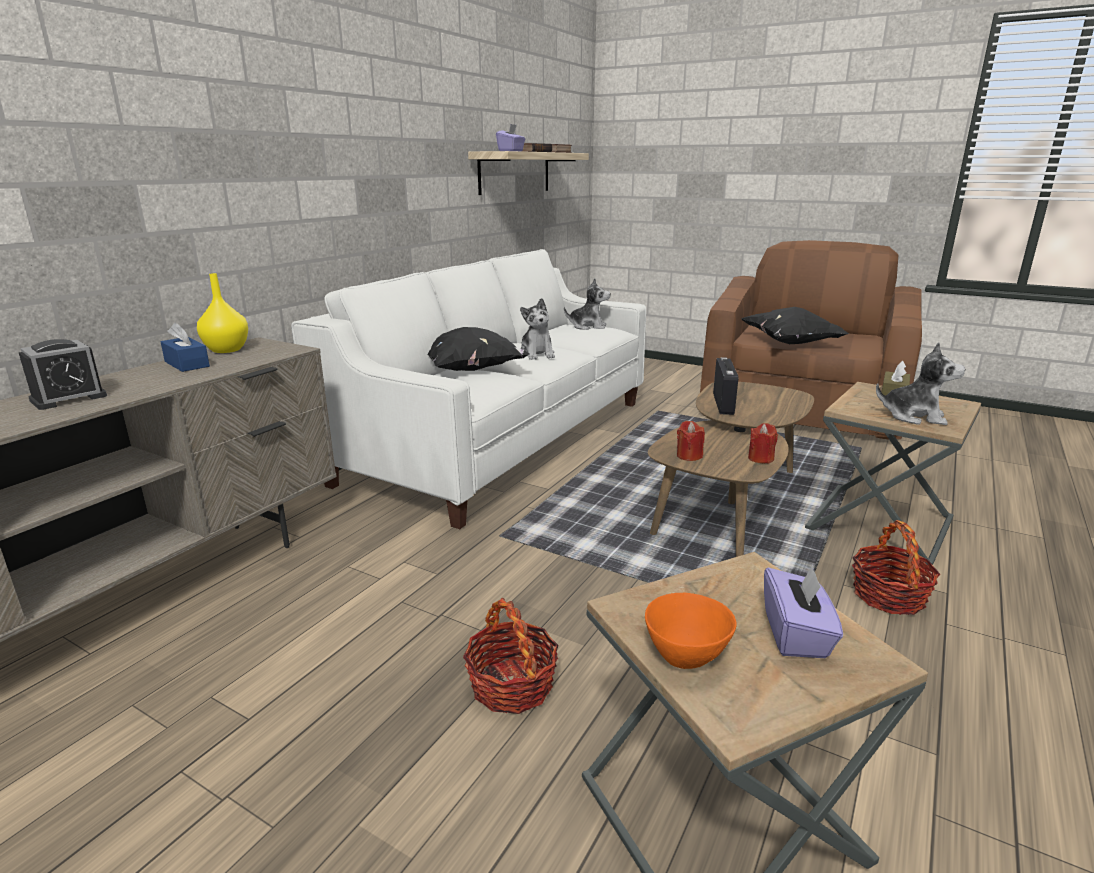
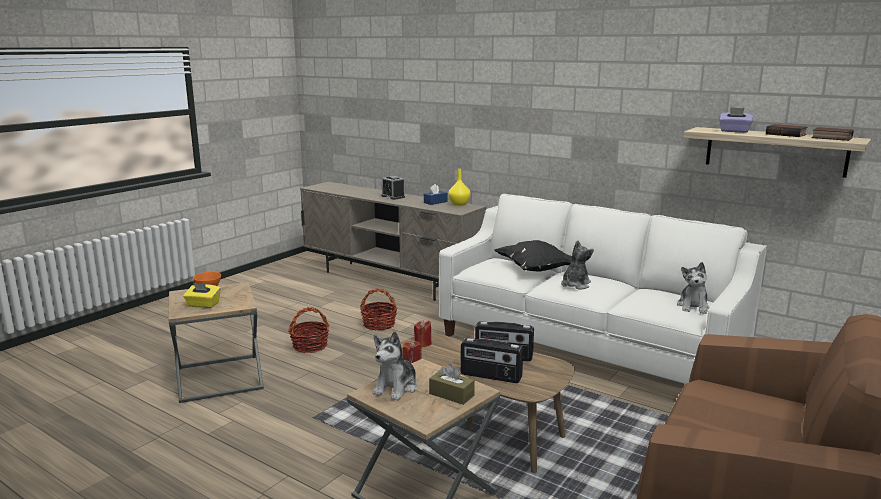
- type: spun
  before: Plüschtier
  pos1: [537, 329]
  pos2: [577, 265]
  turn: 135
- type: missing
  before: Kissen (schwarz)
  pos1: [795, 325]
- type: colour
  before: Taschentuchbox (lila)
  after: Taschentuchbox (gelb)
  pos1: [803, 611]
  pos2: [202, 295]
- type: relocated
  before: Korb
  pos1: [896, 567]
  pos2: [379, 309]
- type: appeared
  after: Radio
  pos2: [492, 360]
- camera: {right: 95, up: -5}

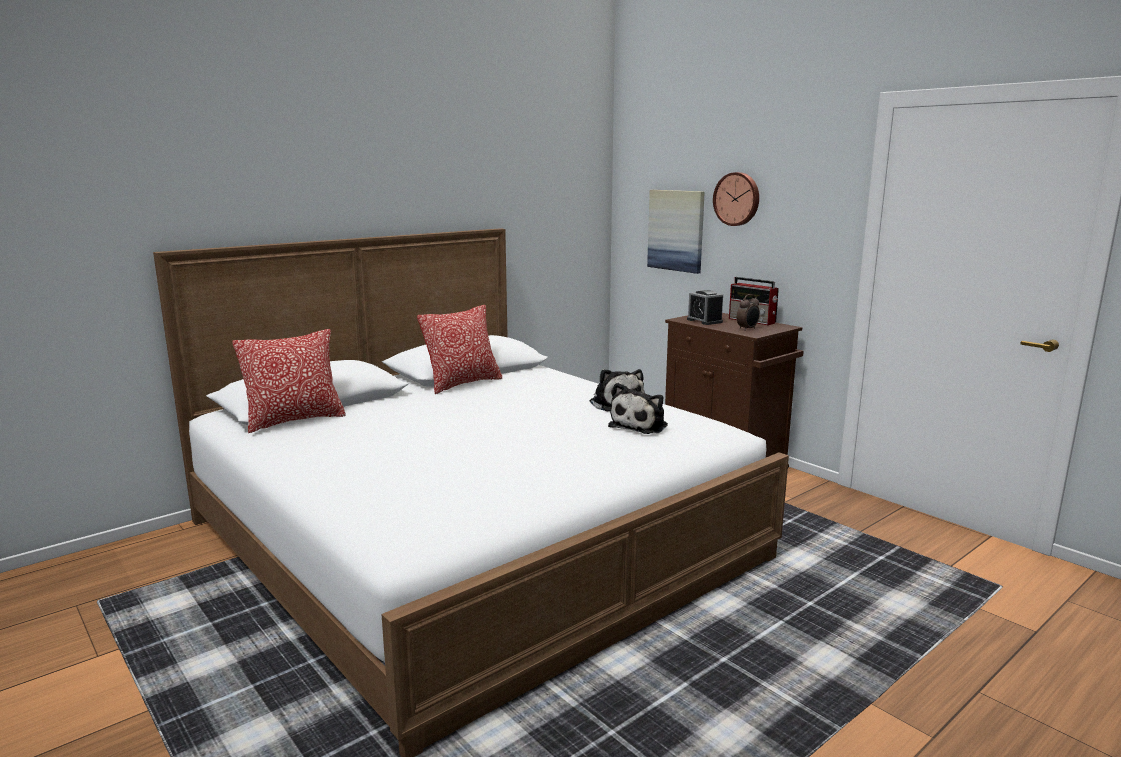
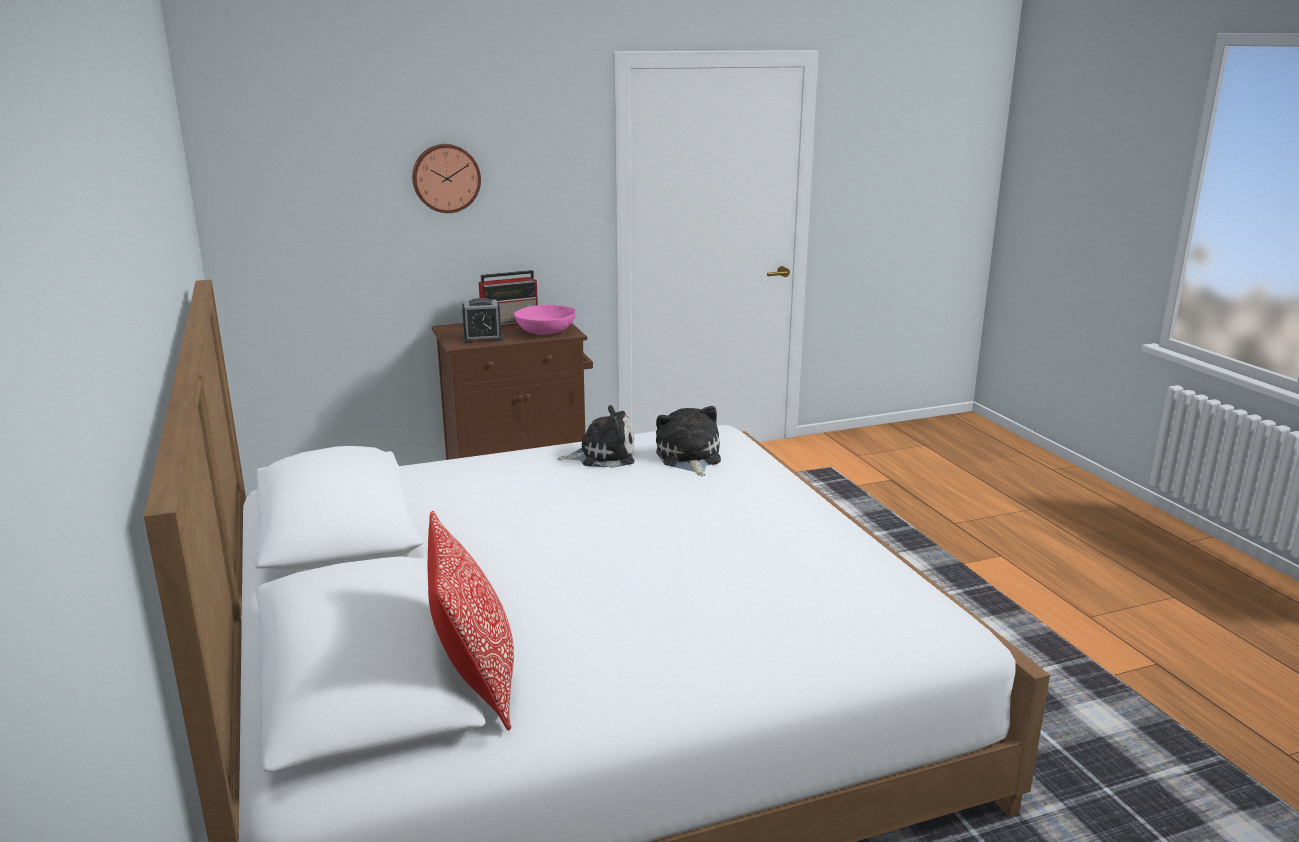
- type: missing
  before: Kissen
  pos1: [459, 349]
- type: spun
  before: Plüschtier
  pos1: [638, 408]
  pos2: [688, 441]
  turn: -150
- type: missing
  before: Bild
  pos1: [676, 232]
- type: exchanged
  before: Wecker
  after: Schüssel (rosa)
  pos1: [748, 312]
  pos2: [545, 319]
- camera: {right: -70, up: 5}

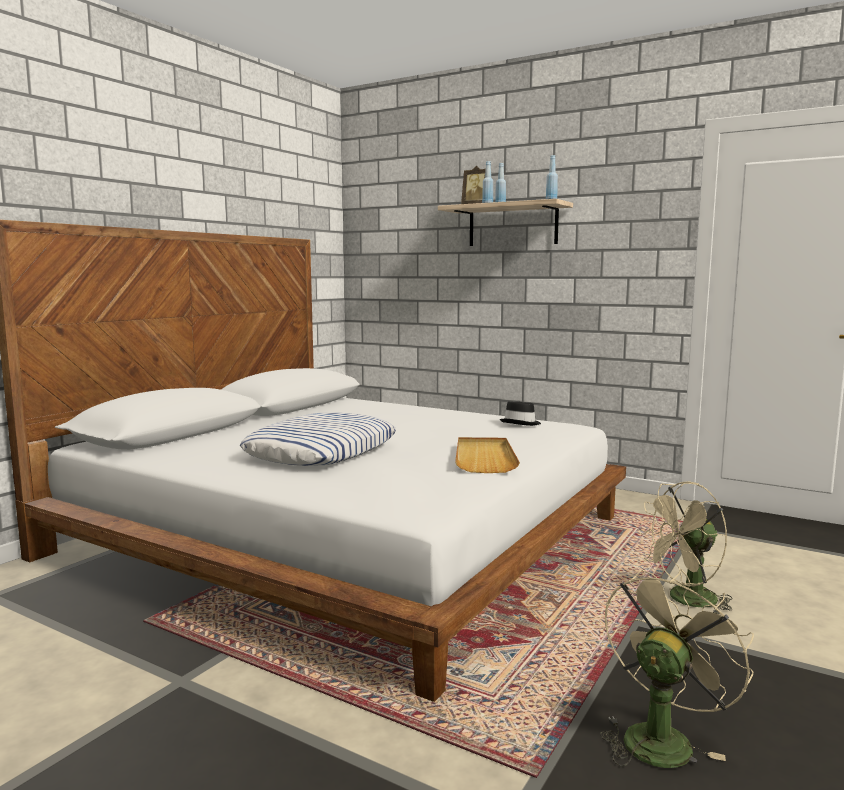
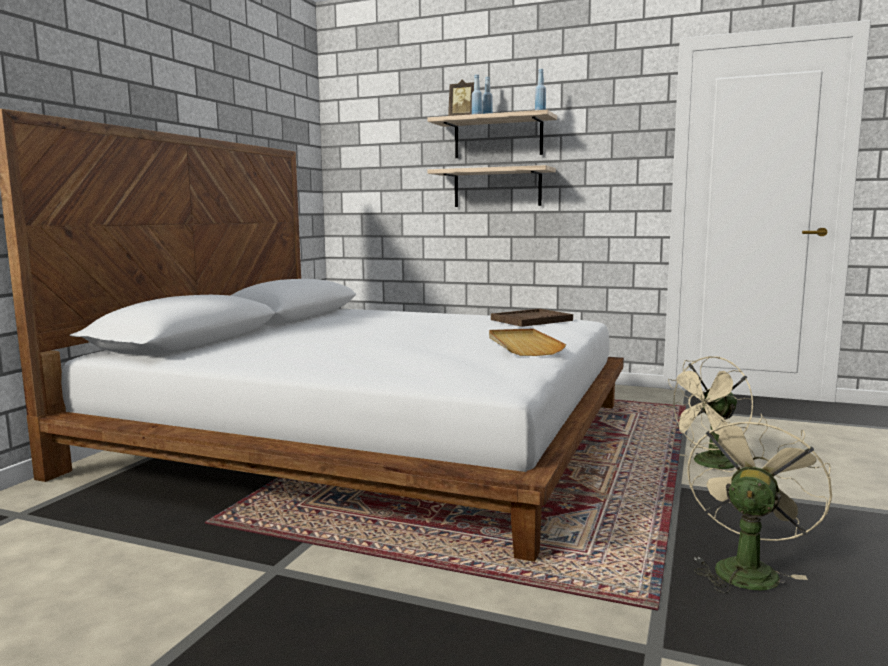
- type: missing
  before: Kissen
  pos1: [318, 439]
- type: exchanged
  before: Hut (schwarz)
  after: Tablett (braun)
  pos1: [520, 414]
  pos2: [532, 318]
- type: appeared
  after: Wandregal
  pos2: [492, 186]
- camera: {right: -10, up: 0}

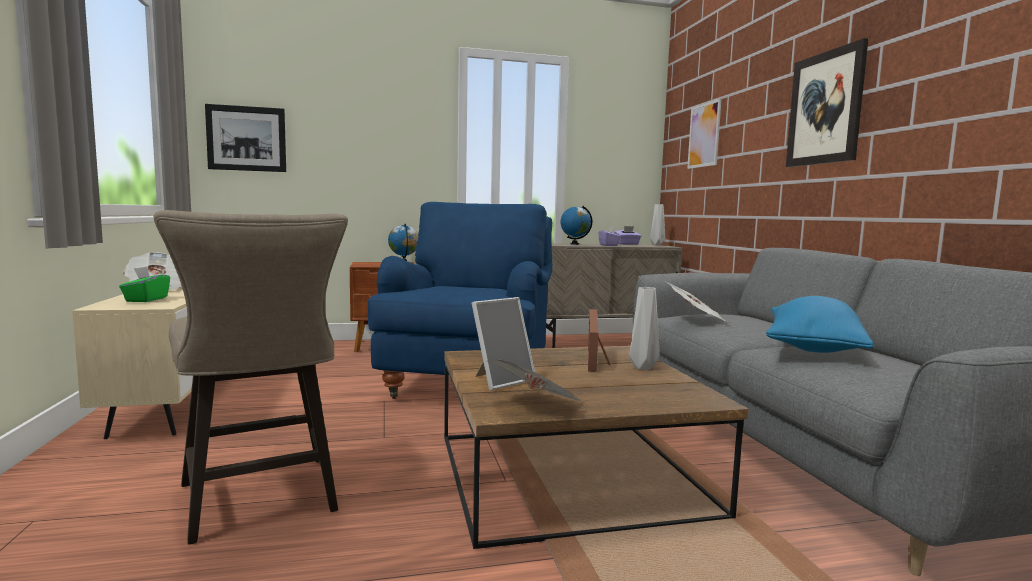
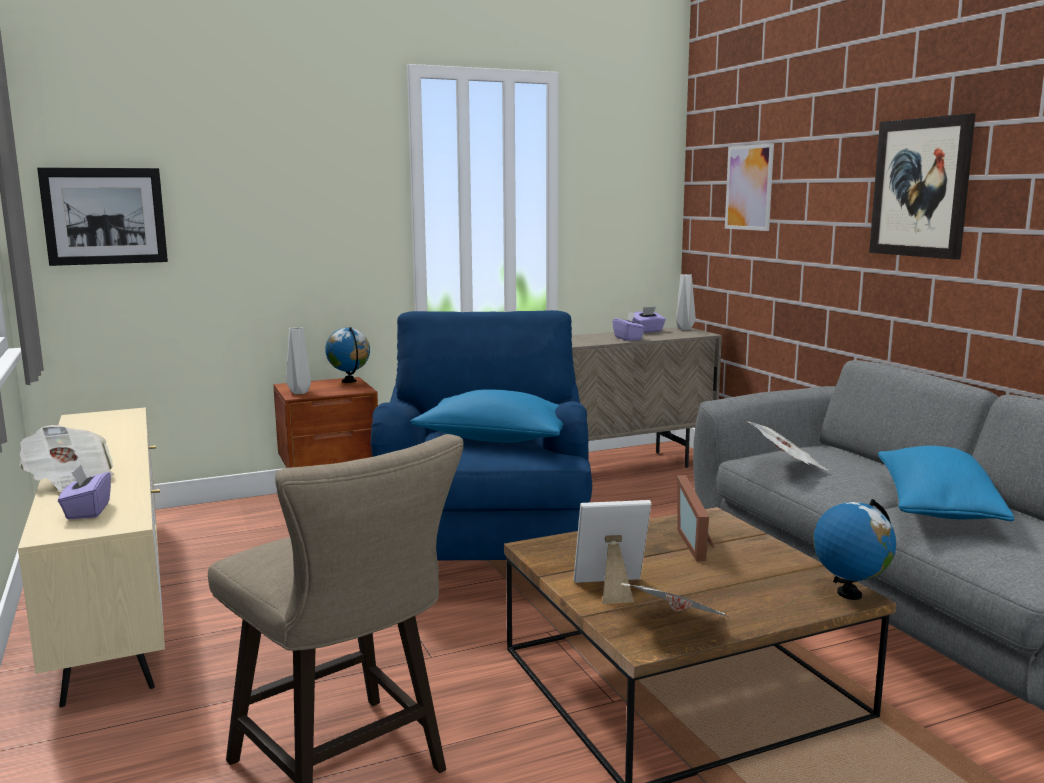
- type: colour
  before: Taschentuchbox (grün)
  after: Taschentuchbox (lila)
  pos1: [144, 284]
  pos2: [84, 492]
- type: spun
  before: Bilderrahmen
  pos1: [503, 344]
  pos2: [612, 552]
  turn: -135
- type: relocated
  before: Globus
  pos1: [576, 225]
  pos2: [854, 549]
- type: relocated
  before: Vase (grau)
  pos1: [645, 328]
  pos2: [298, 360]
- type: appeared
  after: Kissen (blau)
  pos2: [486, 416]
- camera: {right: -10, up: 5}

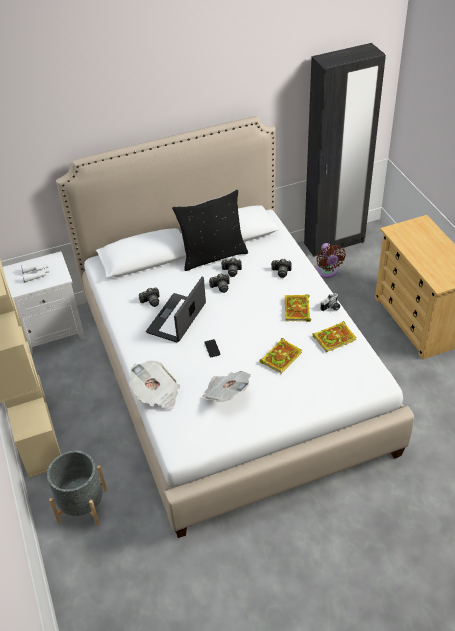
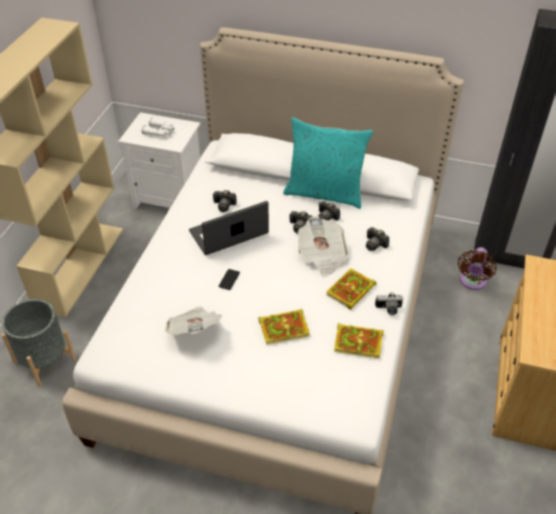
- type: relocated
  before: Zeitung
  pos1: [154, 385]
  pos2: [323, 246]
- type: colour
  before: Kissen (schwarz)
  after: Kissen (türkis)
  pos1: [210, 230]
  pos2: [328, 163]
- camera: {right: 35, up: 0}

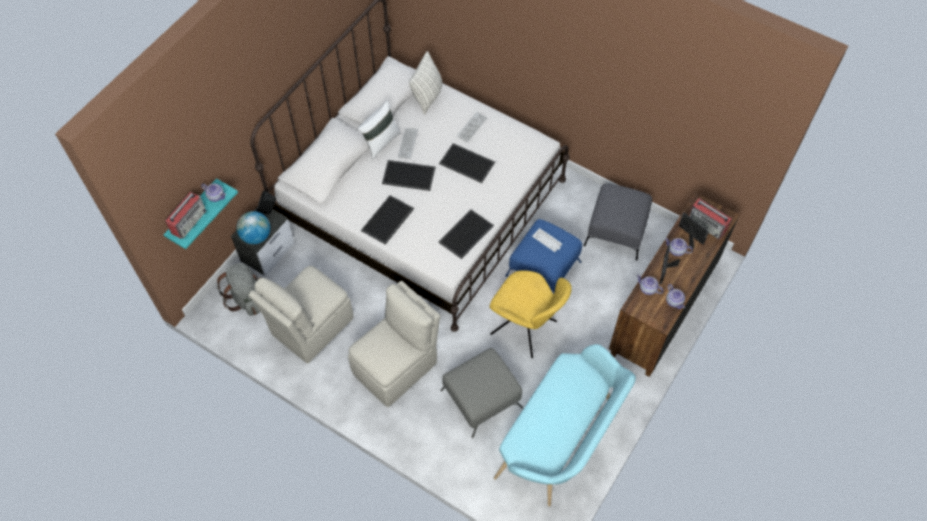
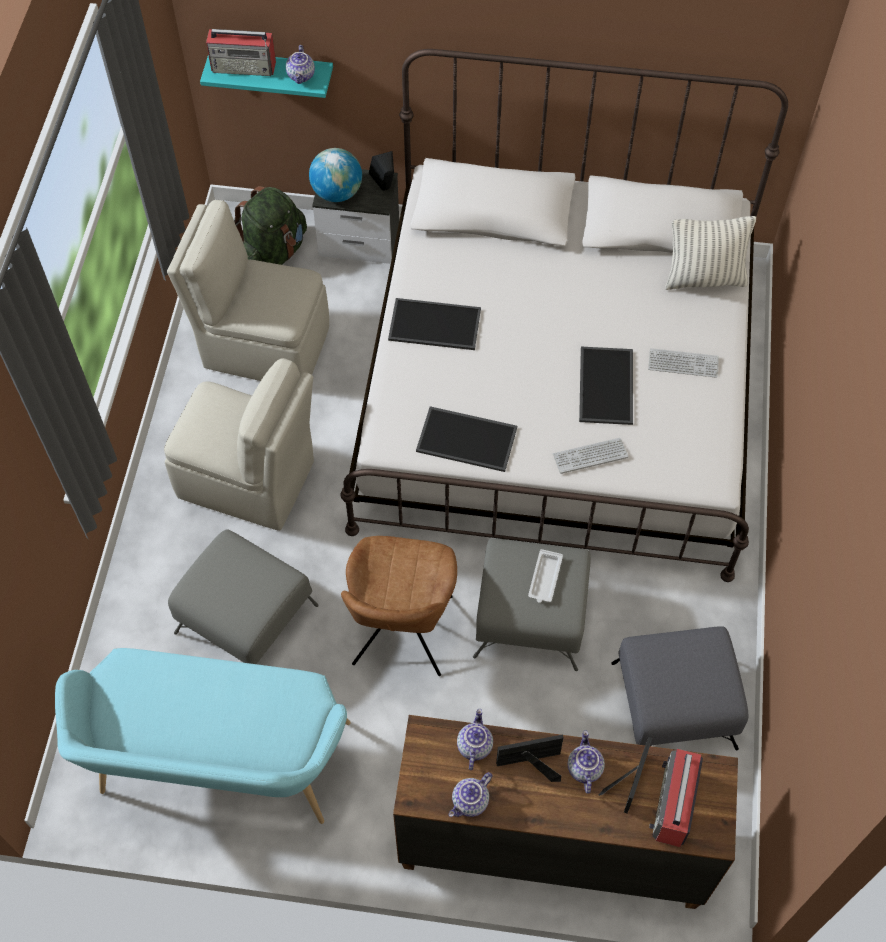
- type: colour
  before: Rucksack (grau)
  after: Rucksack (grün)
  pos1: [239, 289]
  pos2: [270, 225]
- type: missing
  before: Kissen (weiß)
  pos1: [379, 130]
- type: missing
  before: Tablett
  pos1: [408, 175]
- type: relocated
  before: Tastatur
  pos1: [408, 143]
  pos2: [590, 456]
- type: colour
  before: Stuhl (gelb)
  after: Stuhl (braun)
  pos1: [530, 314]
  pos2: [399, 606]
- type: colour
  before: Polsterhocker (blau)
  after: Polsterhocker (grau)
  pos1: [544, 256]
  pos2: [532, 604]
- camera: {right: 65, up: 0}

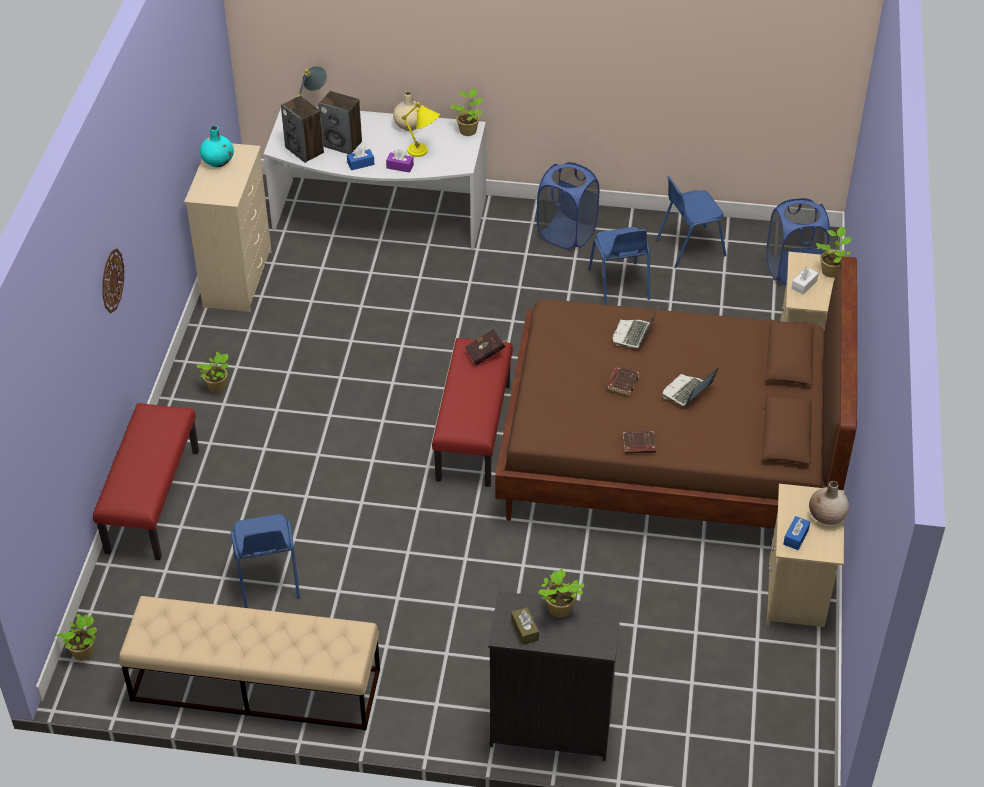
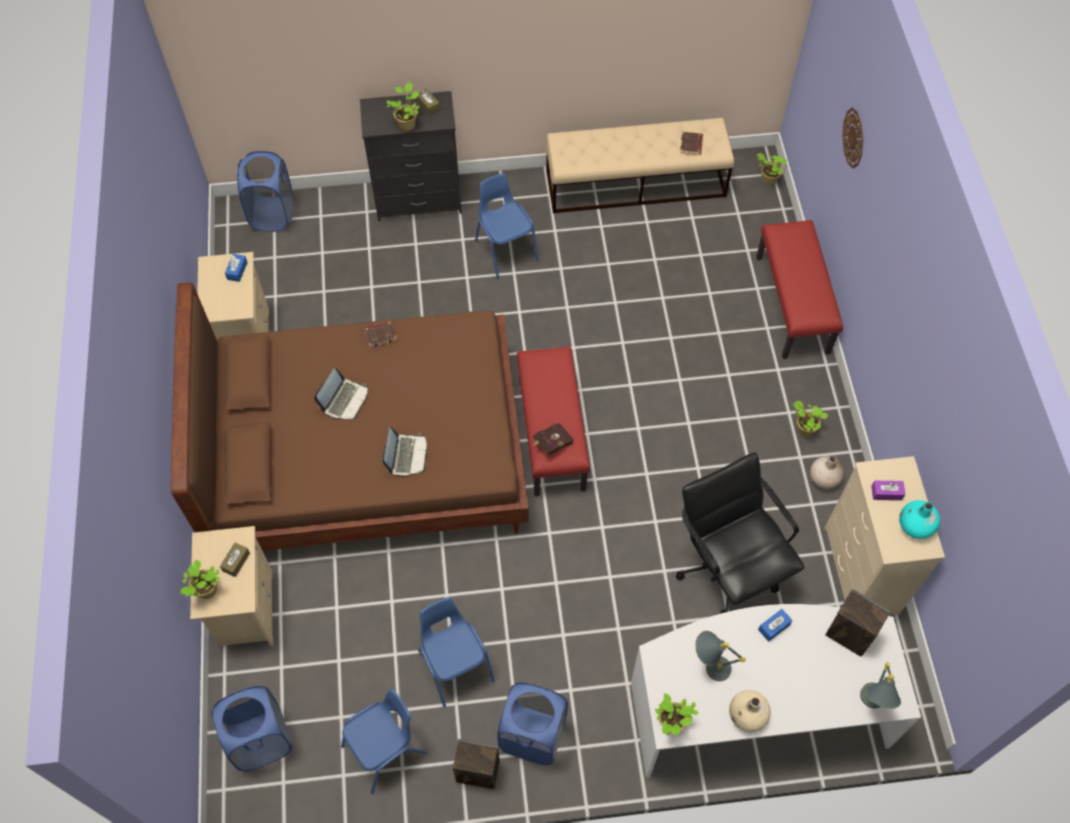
- type: relocated
  before: Wanduhr
  pos1: [113, 280]
  pos2: [852, 138]
- type: relocated
  before: Stuhl (blau)
  pos1: [265, 561]
  pos2: [507, 226]
- type: relocated
  before: Lautsprecher
  pos1: [340, 122]
  pos2: [476, 764]
- type: relocated
  before: Taschentuchbox (lila)
  pos1: [400, 161]
  pos2: [888, 490]
- type: colour
  before: Tischlampe (gelb)
  after: Tischlampe (grau)
  pos1: [421, 129]
  pos2: [720, 656]
- type: relocated
  before: Buch (braun)
  pos1: [623, 381]
  pos2: [691, 143]
- type: colour
  before: Taschentuchbox (weiß)
  after: Taschentuchbox (braun)
  pos1: [804, 281]
  pos2: [235, 560]
- type: relocated
  before: Vase (beige)
  pos1: [829, 503]
  pos2: [827, 472]
- type: appeared
  after: Wäschekorb (blau)
  pos2: [265, 191]
- type: appeared
  after: Bürostuhl (schwarz)
  pos2: [740, 533]
- camera: {right: 165, up: 15}

